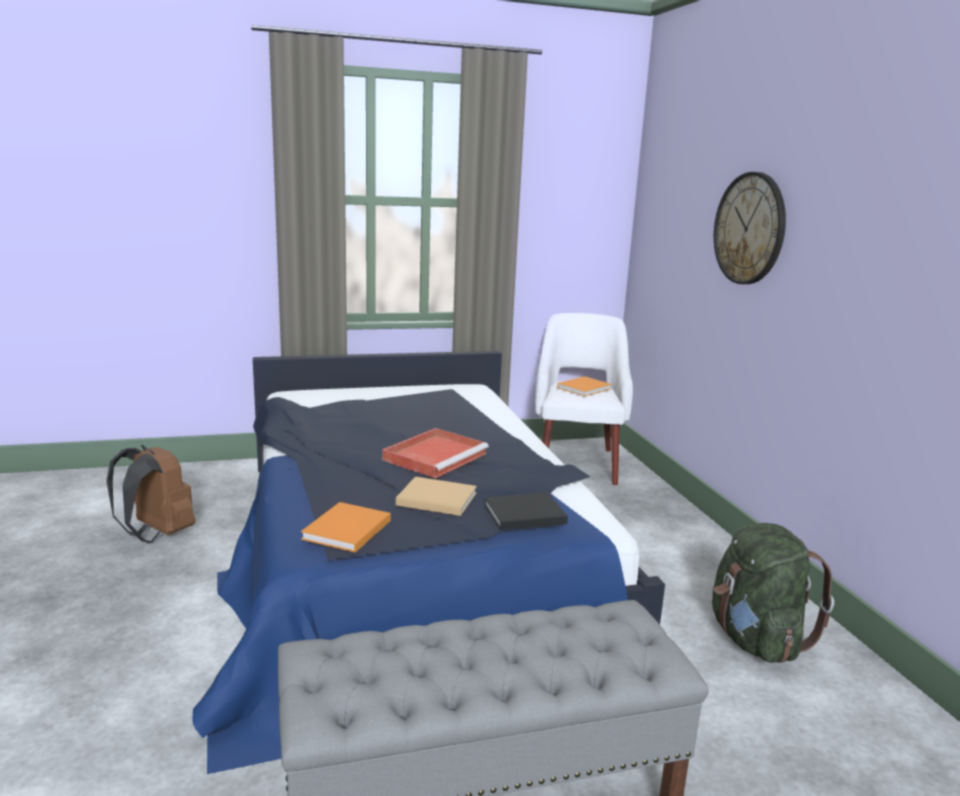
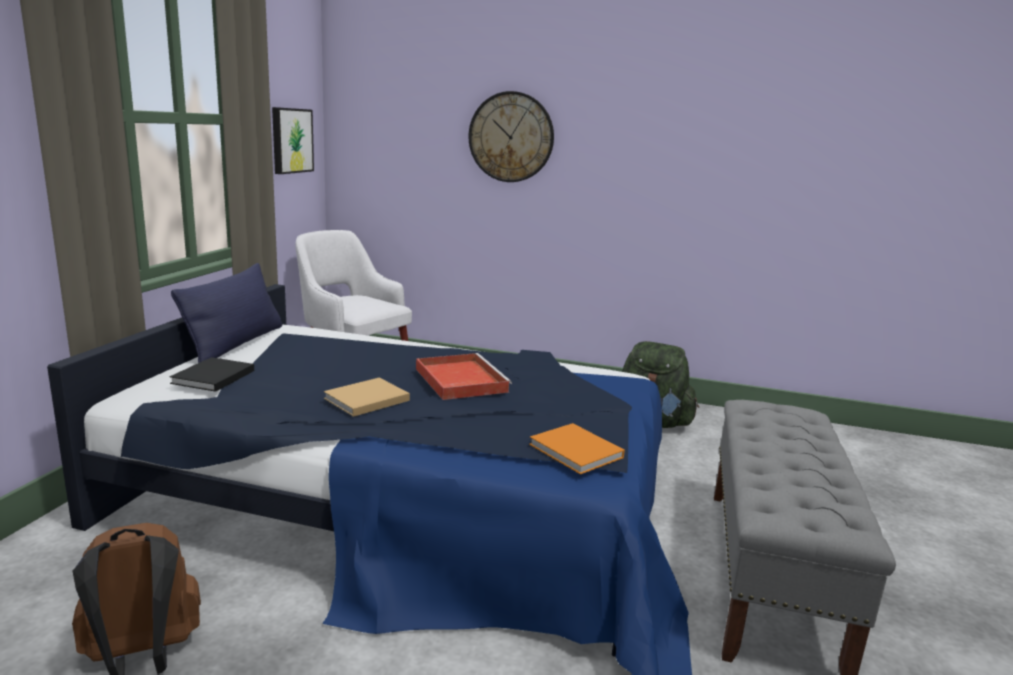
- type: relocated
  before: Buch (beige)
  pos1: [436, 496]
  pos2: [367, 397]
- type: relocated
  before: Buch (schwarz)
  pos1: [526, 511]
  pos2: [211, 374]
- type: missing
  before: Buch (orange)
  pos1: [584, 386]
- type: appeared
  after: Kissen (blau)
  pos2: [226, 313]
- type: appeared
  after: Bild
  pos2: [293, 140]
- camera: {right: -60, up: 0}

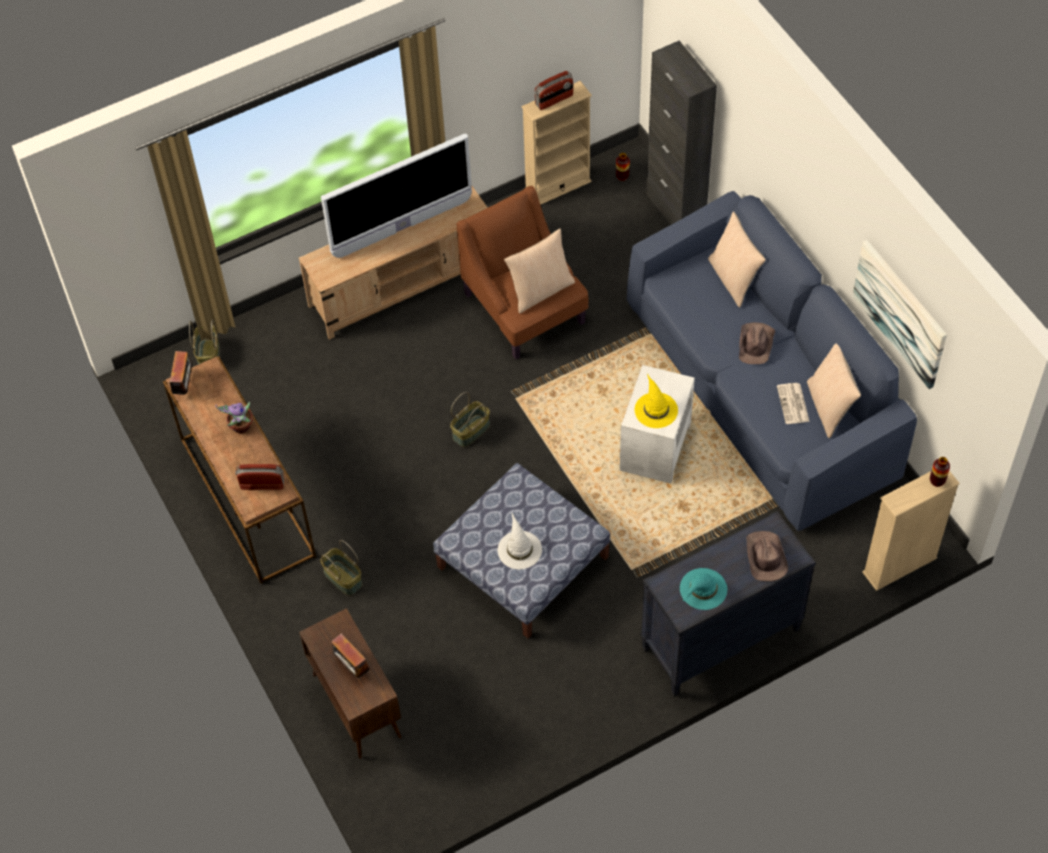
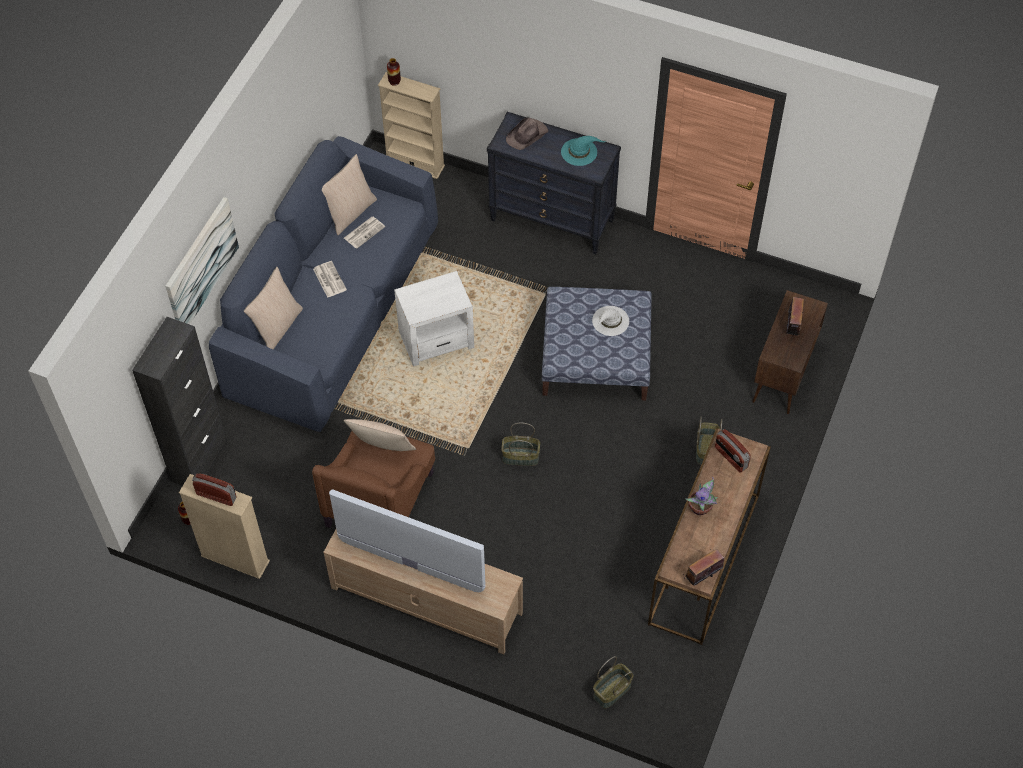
- type: missing
  before: Hut (gelb)
  pos1: [656, 400]
- type: exchanged
  before: Hut (braun)
  after: Zeitung
  pos1: [757, 343]
  pos2: [330, 279]
- type: relocated
  before: Bild
  pos1: [900, 314]
  pos2: [202, 261]
- camera: {right: -130, up: 0}

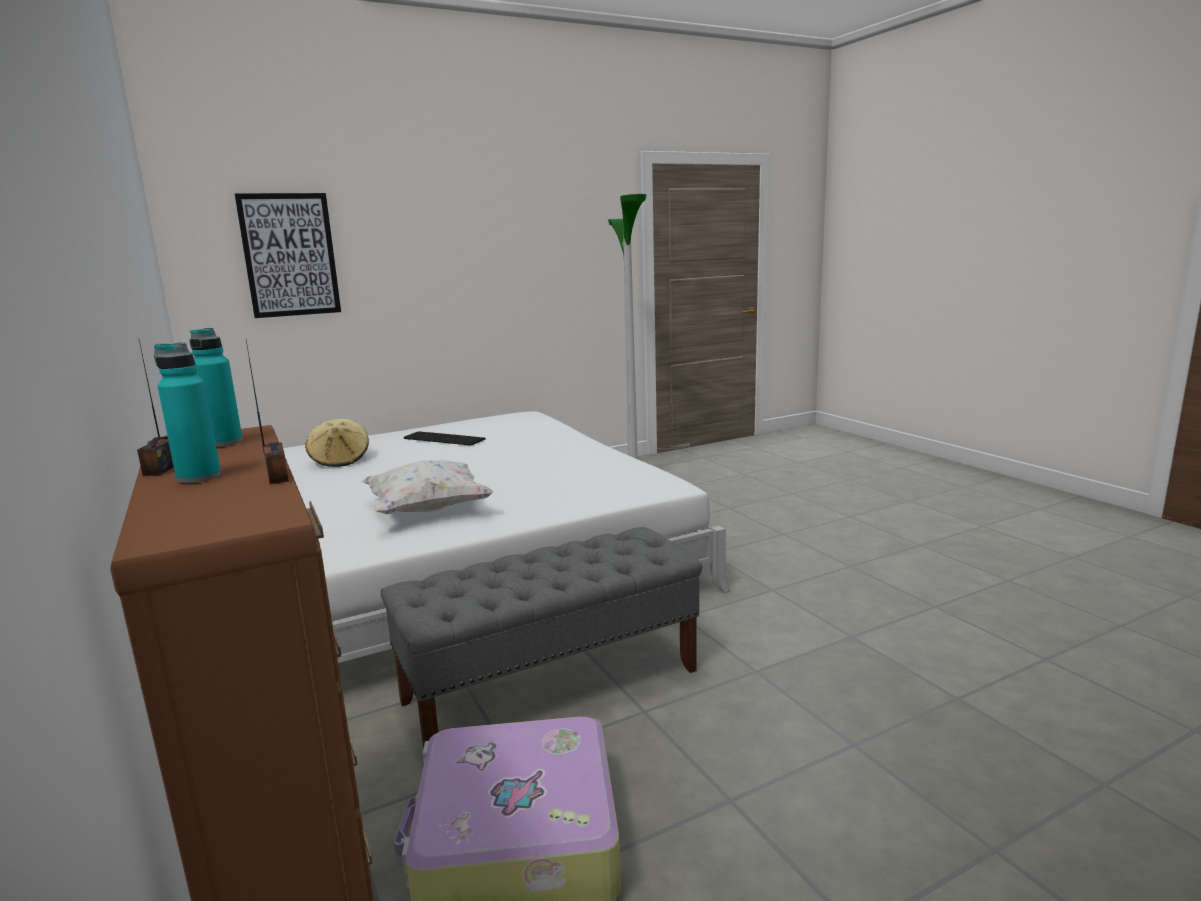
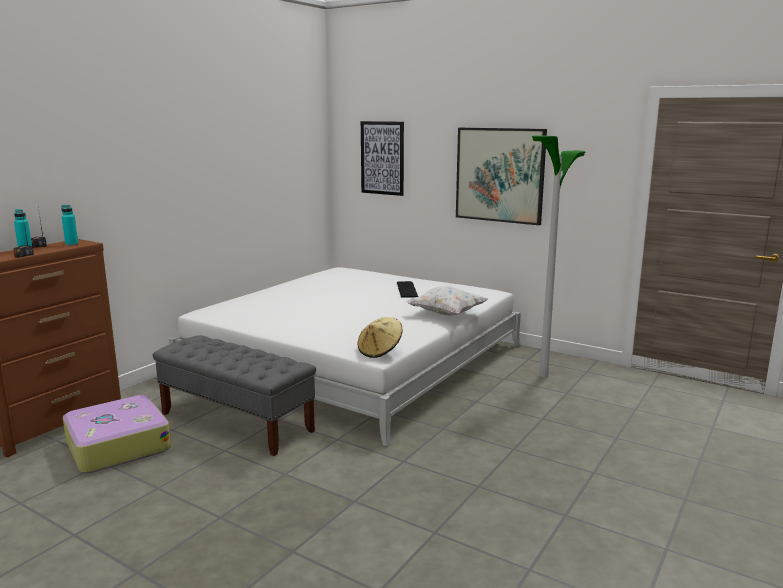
- type: relocated
  before: Hut (beige)
  pos1: [337, 443]
  pos2: [380, 337]
- type: relocated
  before: Kissen (weiß)
  pos1: [427, 487]
  pos2: [447, 300]
- type: appeared
  after: Bild
  pos2: [501, 176]
- camera: {right: 60, up: 0}

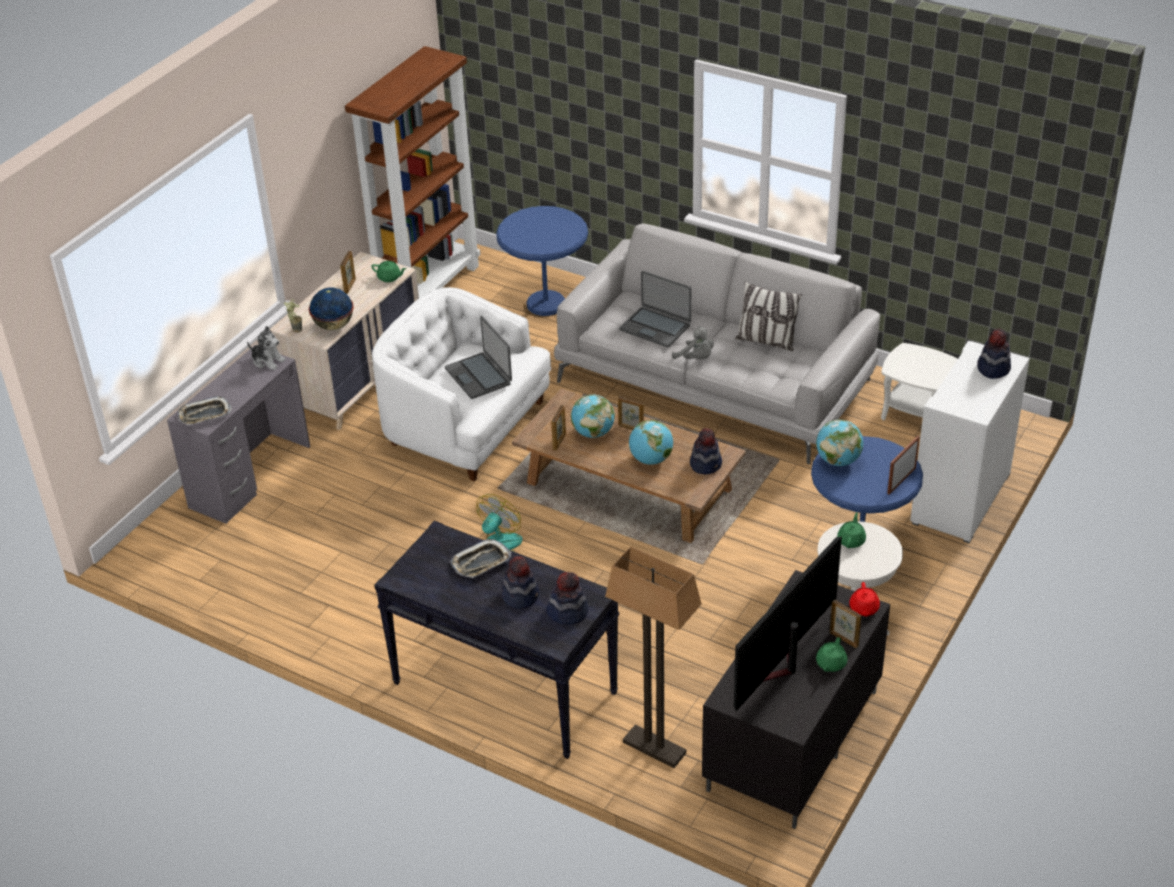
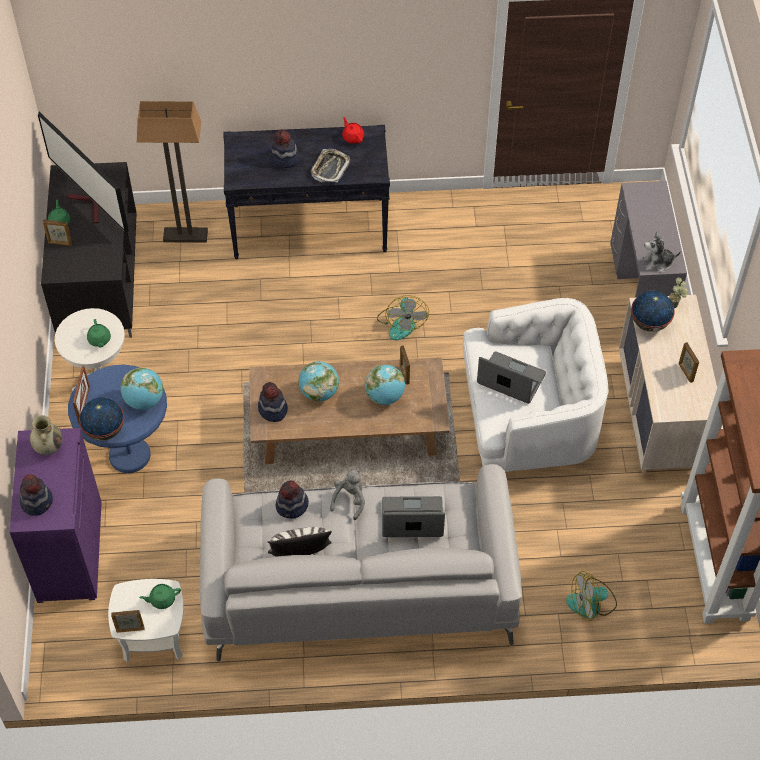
- type: missing
  before: Tablett
  pos1: [205, 410]
- type: relocated
  before: Teekanne (grün)
  pos1: [389, 271]
  pos2: [160, 596]
- type: exchanged
  before: Beistelltisch (blau)
  after: Ventilator
  pos1: [542, 261]
  pos2: [591, 596]
- type: relocated
  before: Hut
  pos1: [567, 598]
  pos2: [292, 500]
- type: relocated
  before: Bilderrahmen
  pos1: [631, 413]
  pos2: [128, 621]
- type: spun
  before: Plüschtier (grau)
  pos1: [693, 342]
  pos2: [347, 494]
  turn: 105
- type: spun
  before: Fernseher
  pos1: [788, 624]
  pos2: [83, 172]
  turn: 135
- type: relocated
  before: Teekanne (rot)
  pos1: [864, 599]
  pos2: [353, 130]
- type: colour
  before: Schrank (weiß)
  after: Schrank (lila)
  pos1: [969, 442]
  pos2: [55, 515]
- type: appeared
  after: Vase (beige)
  pos2: [46, 435]
- type: appeared
  after: Globus
  pos2: [101, 419]
- camera: {right: 145, up: 15}

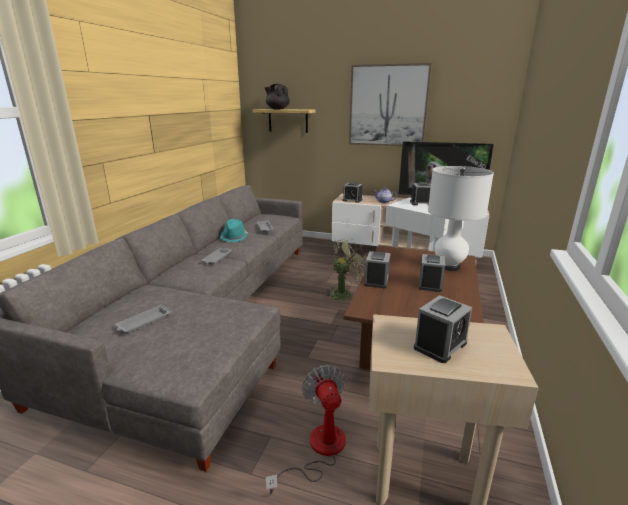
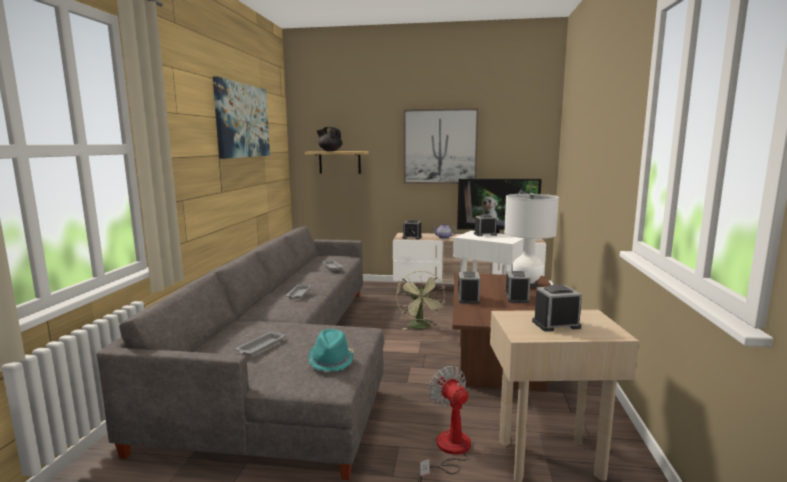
- type: relocated
  before: Hut (türkis)
  pos1: [234, 230]
  pos2: [331, 350]
- type: spun
  before: Ventilator (grün)
  pos1: [345, 269]
  pos2: [420, 300]
  turn: 120
- type: spun
  before: Wecker
  pos1: [443, 329]
  pos2: [557, 308]
  turn: -135
- type: appeared
  after: Bild
  pos2: [241, 117]
- camera: {right: -10, up: -10}

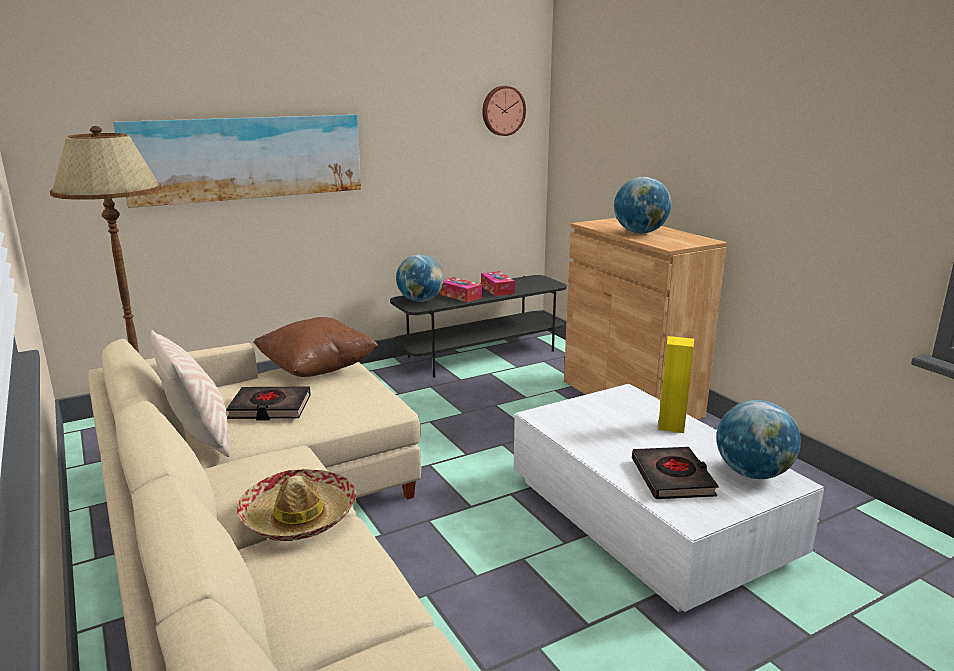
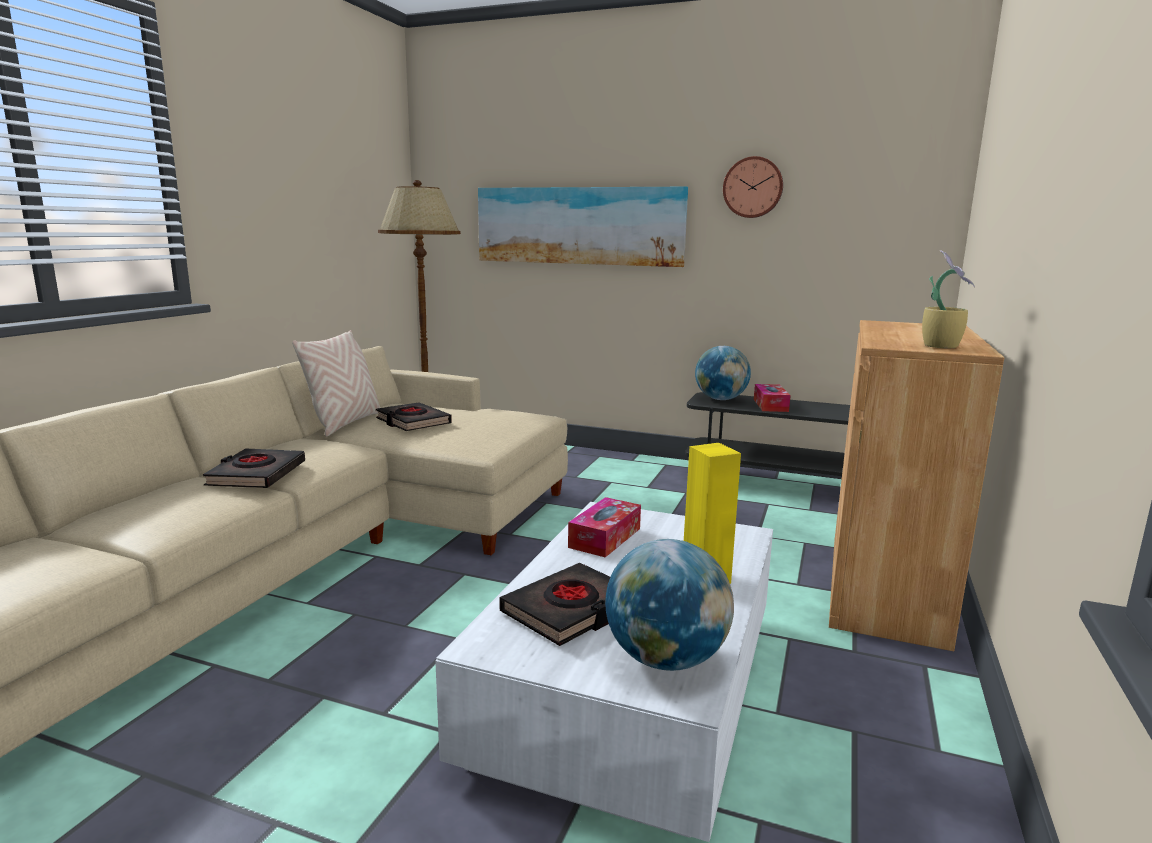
- type: exchanged
  before: Hut
  after: Buch (schwarz)
  pos1: [296, 505]
  pos2: [254, 468]
- type: missing
  before: Kissen (braun)
  pos1: [315, 347]
- type: relocated
  before: Taschentuchbox
  pos1: [498, 283]
  pos2: [604, 527]
- type: relocated
  before: Wanduhr
  pos1: [504, 111]
  pos2: [753, 187]
- type: missing
  before: Globus
  pos1: [642, 205]
- type: appeared
  after: Topfpflanze
  pos2: [948, 299]
- camera: {right: 50, up: -5}

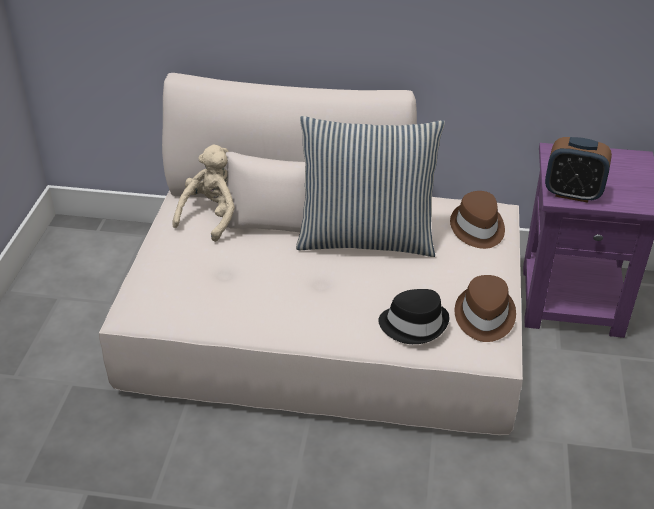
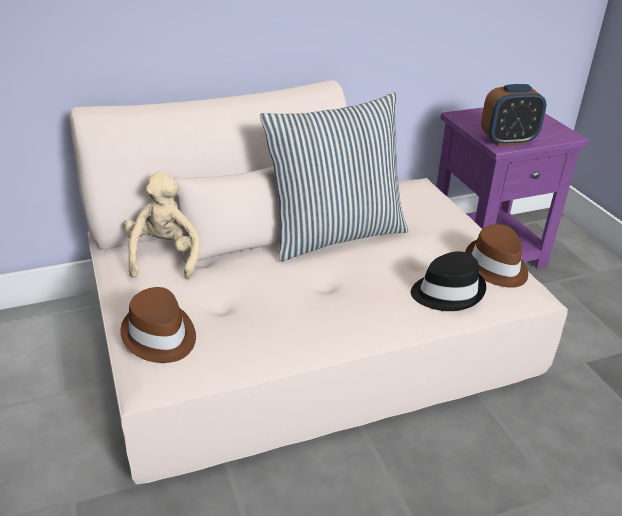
- type: relocated
  before: Hut (braun)
  pos1: [477, 220]
  pos2: [158, 325]
- camera: {right: -30, up: -5}

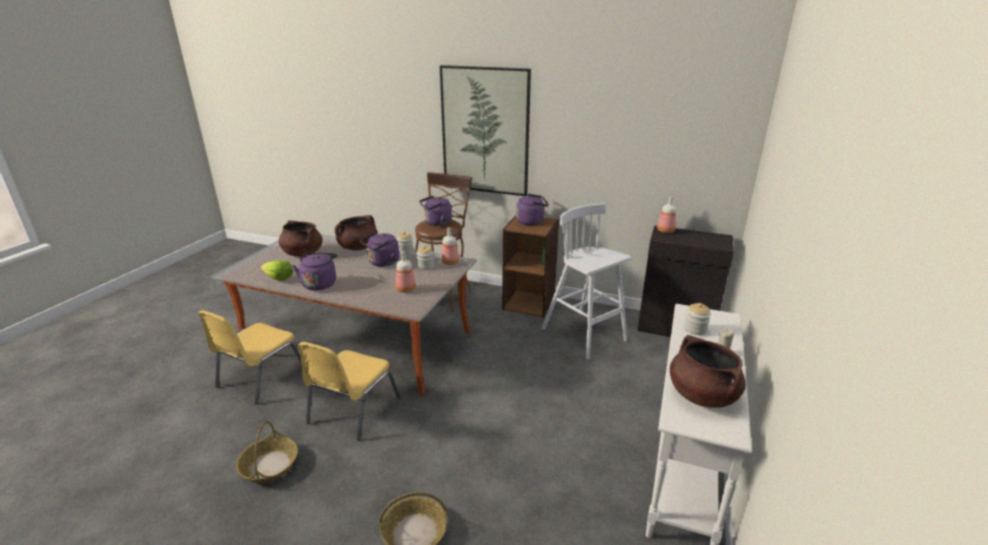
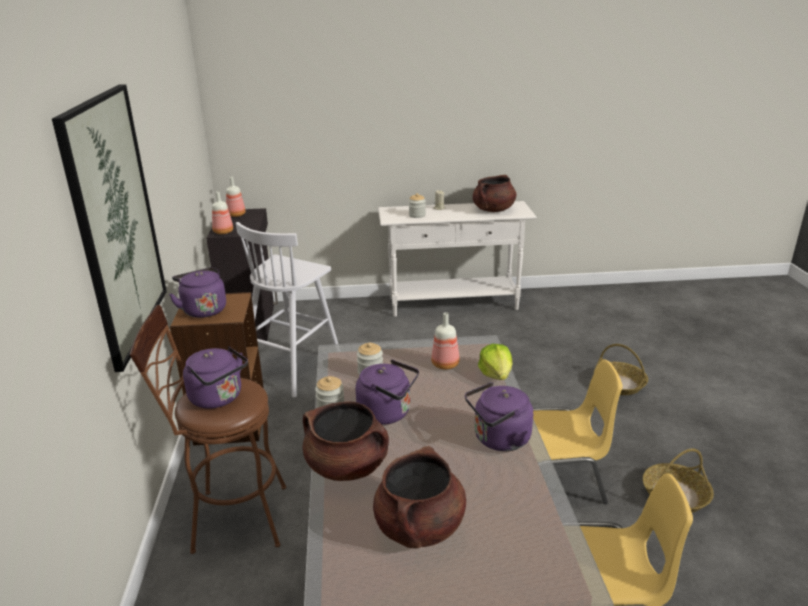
- type: relocated
  before: Salatkopf
  pos1: [277, 270]
  pos2: [495, 362]
- type: relocated
  before: Flasche
  pos1: [450, 246]
  pos2: [236, 197]
- camera: {right: -115, up: 0}

